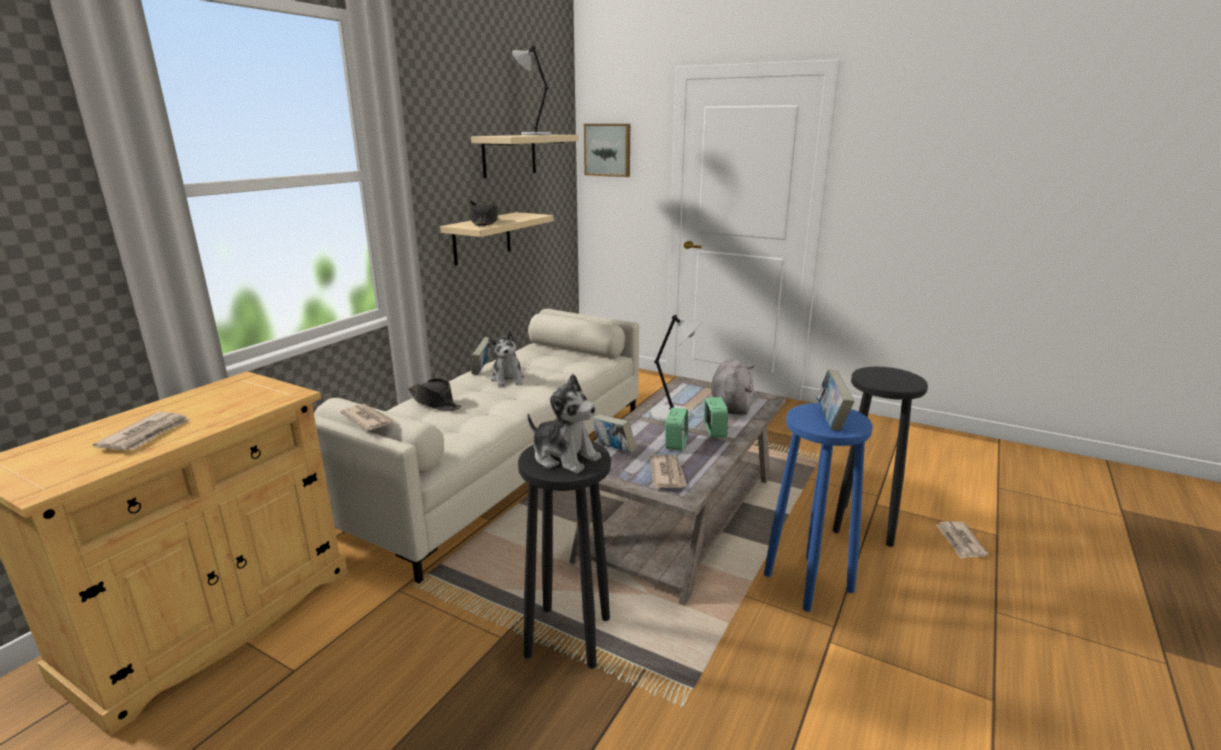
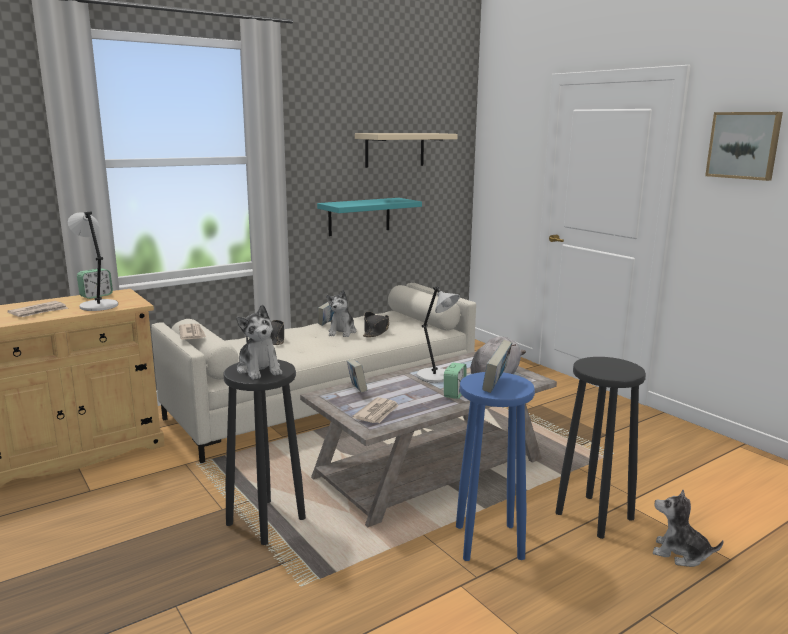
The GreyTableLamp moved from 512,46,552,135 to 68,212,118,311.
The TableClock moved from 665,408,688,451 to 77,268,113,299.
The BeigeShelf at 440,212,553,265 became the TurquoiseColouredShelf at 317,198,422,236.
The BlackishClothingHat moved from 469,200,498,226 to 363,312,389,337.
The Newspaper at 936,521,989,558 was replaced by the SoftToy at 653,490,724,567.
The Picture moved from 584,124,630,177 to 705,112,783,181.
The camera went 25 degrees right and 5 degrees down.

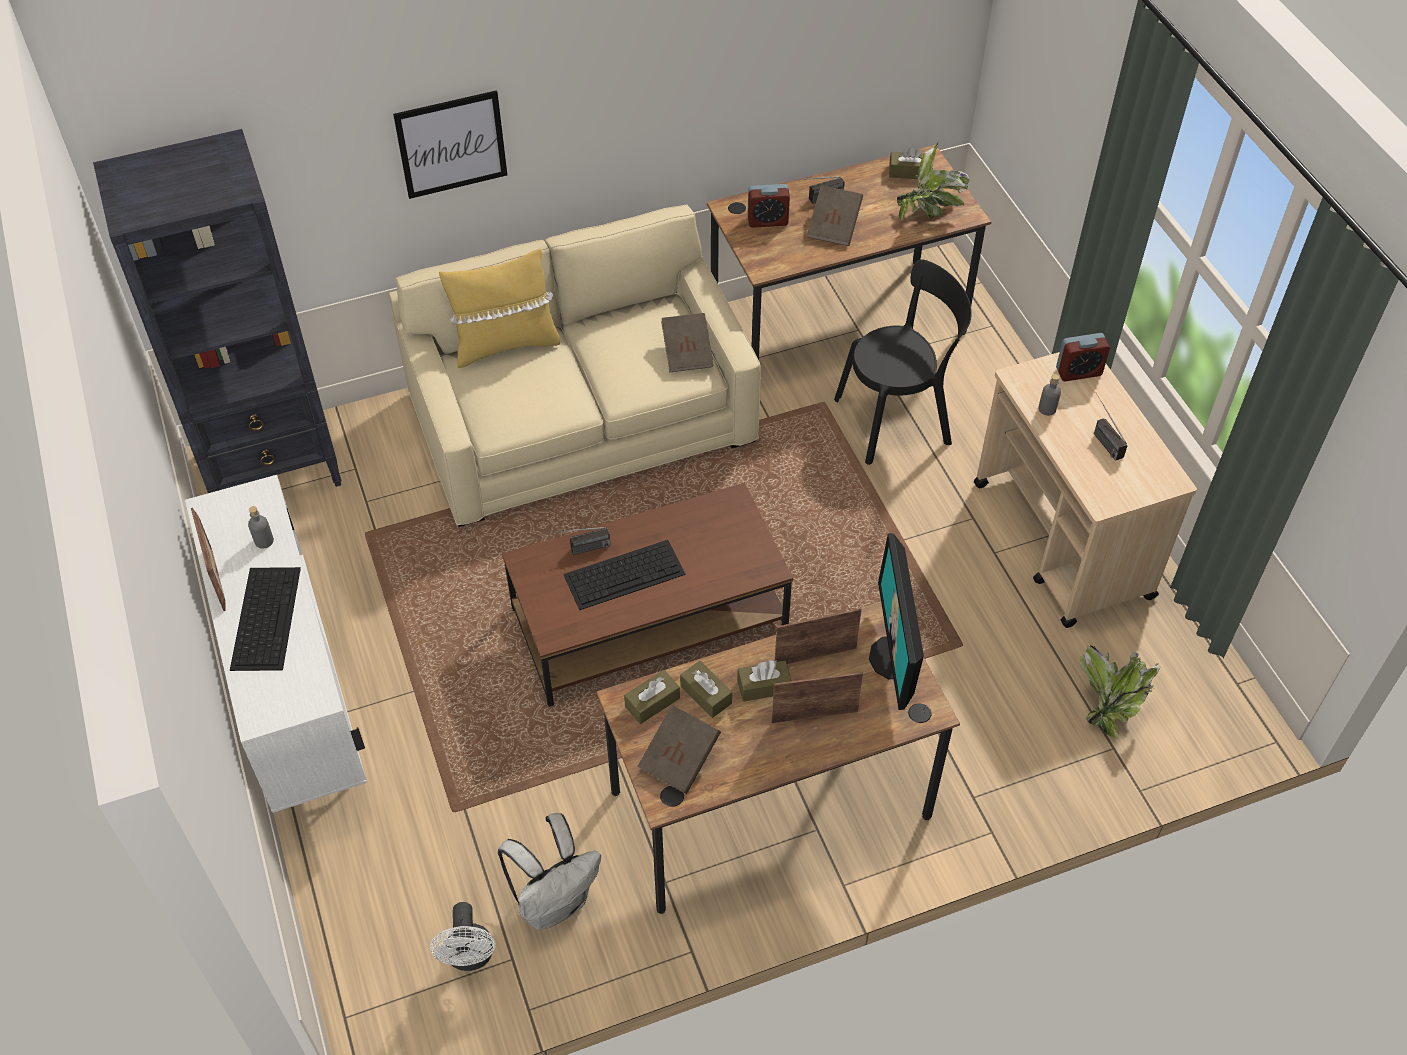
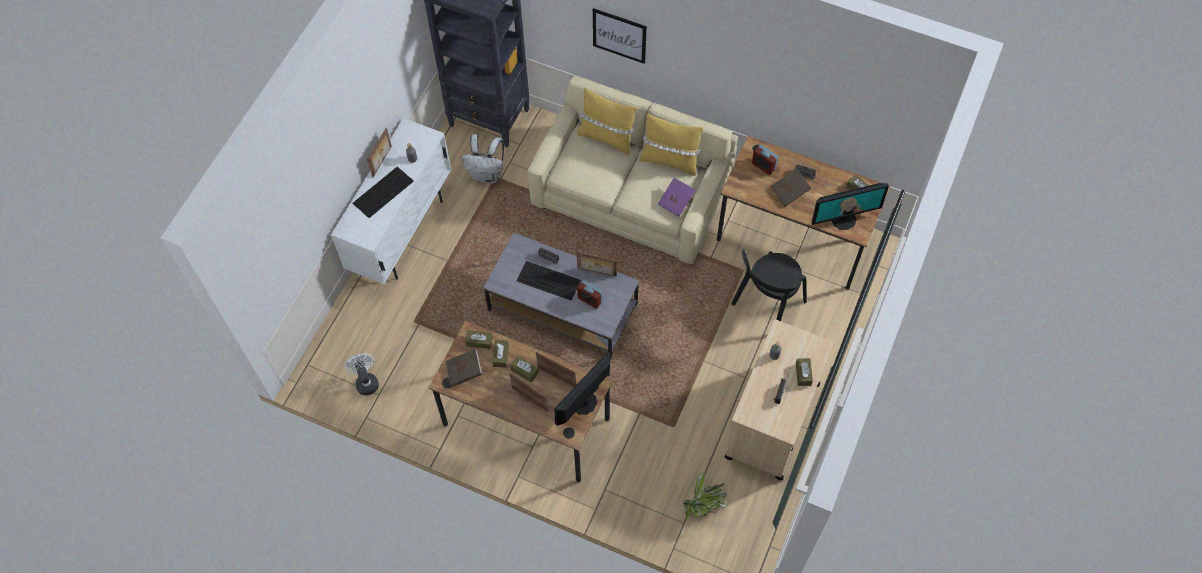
The WhiteFan at 430,902,495,971 turned 120 degrees clockwise.
The WhiteBackpack moved from 498,813,601,930 to 462,134,504,183.
The BrownLoungeTable at 502,482,793,707 became the GreyLoungeTable at 483,232,639,359.
The PictureFrame at 577,252,617,277 appeared.
The TableClock moved from 1056,333,1110,381 to 577,280,603,309.
The YellowishCushion at 639,113,703,176 appeared.
The BrownBoundBook at 661,313,714,372 became the PurplishBoundBook at 658,178,695,217.
The BlackishPlainChair at 834,259,972,465 turned 105 degrees clockwise.
The BrownBoxOfTissues at 796,358,813,386 appeared.
The PlantInAPot at 897,142,970,220 was replaced by the ComputerScreen at 811,183,889,230.
The camera went 45 degrees right and 10 degrees up.

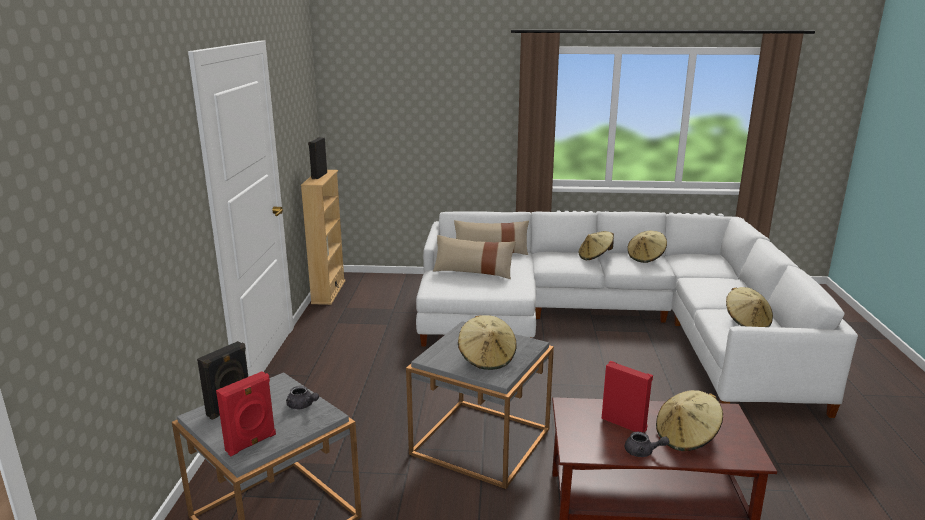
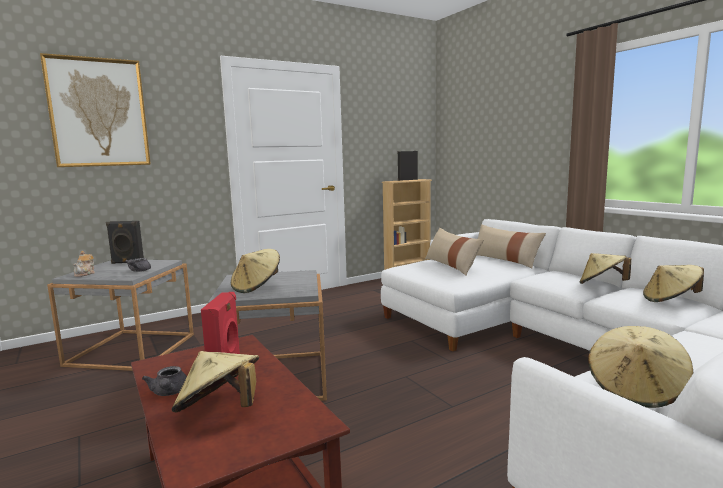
The Picture at 40,53,151,167 appeared.
The ReddishSpeaker at 216,371,276,457 was replaced by the TeaPot at 73,251,95,277.
The camera went 55 degrees right and 10 degrees down.

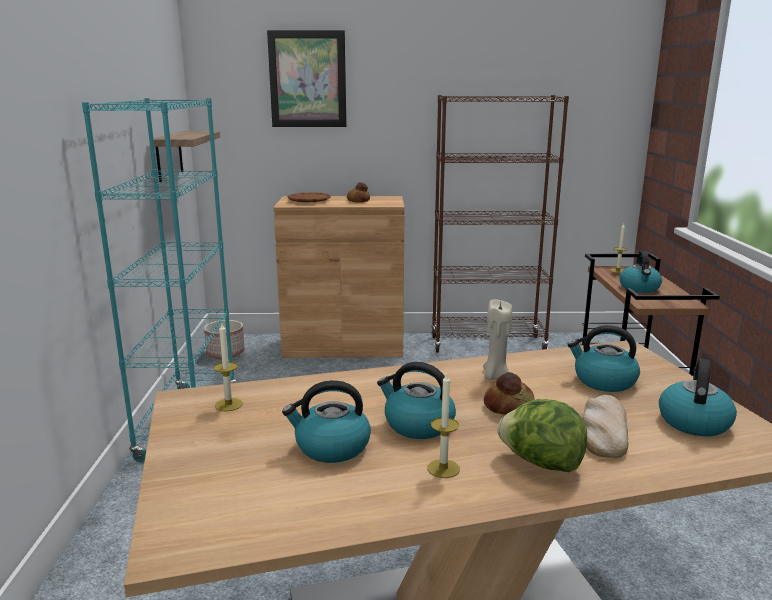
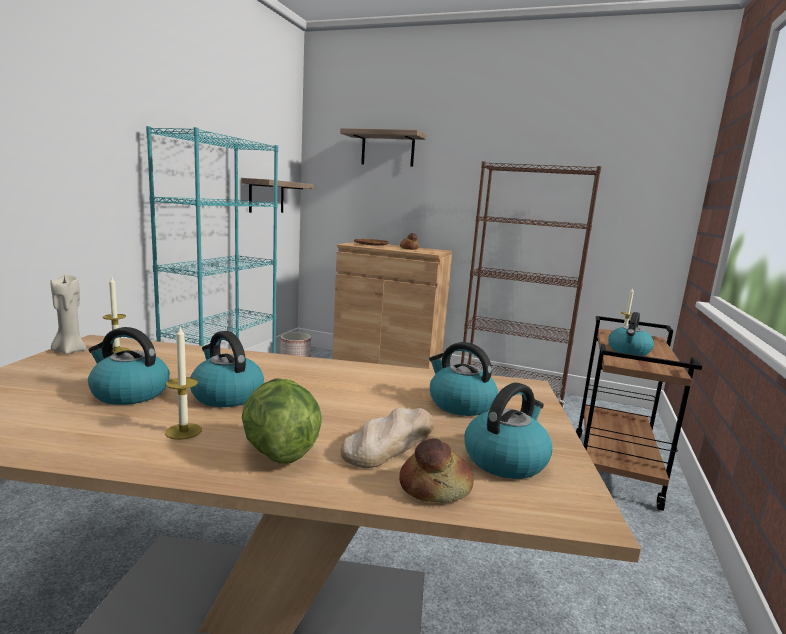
The BeigeCandle moved from 483,299,512,380 to 51,275,86,354.
The Picture at 267,30,347,127 was replaced by the Shelf at 340,128,426,167.
The BakedBread moved from 484,372,535,414 to 399,438,473,502.
The camera went 20 degrees right and 5 degrees down.

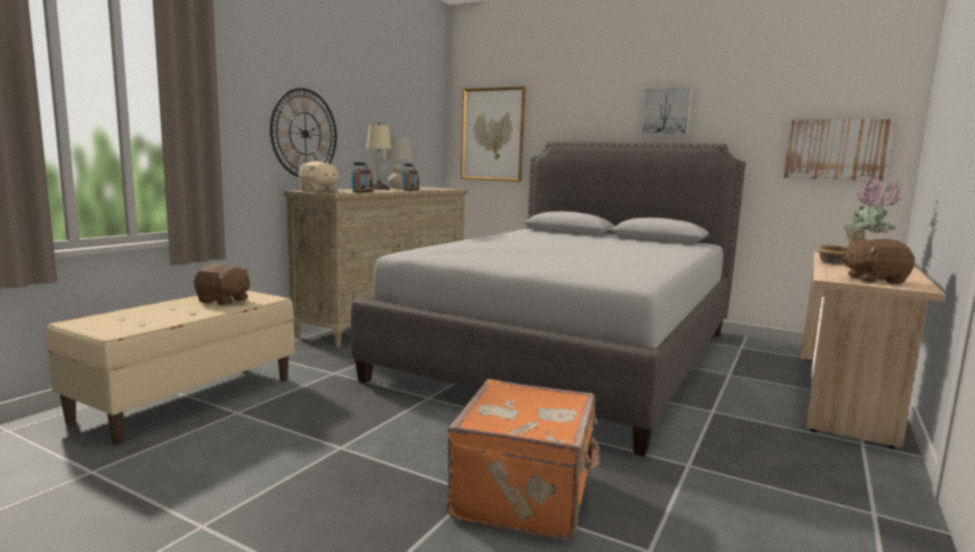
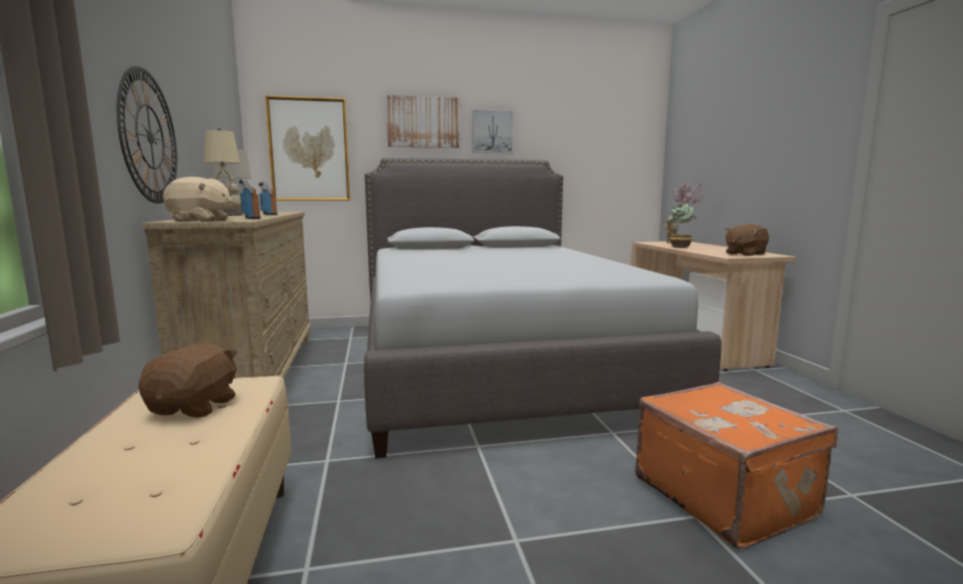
The BrownSoftToy at 194,264,250,306 turned 60 degrees counterclockwise.
The Picture moved from 784,119,895,181 to 386,95,460,148.
The camera went 40 degrees left and 0 degrees up.

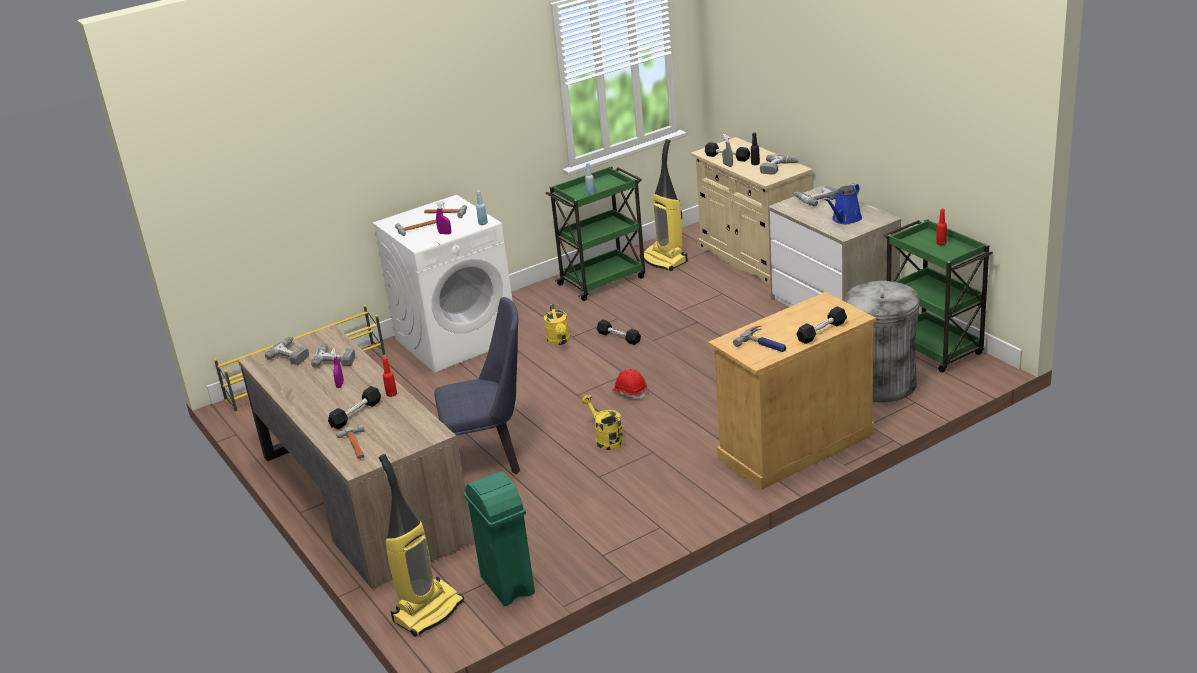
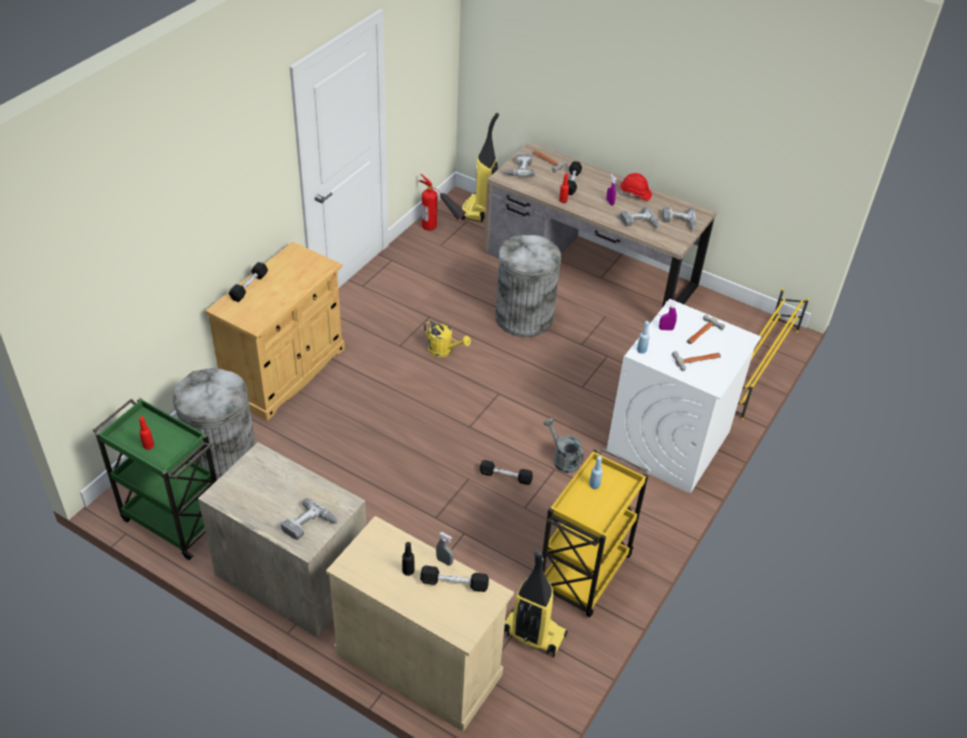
The GreenColouredWasteBin at 464,471,535,606 was replaced by the FireExtinguisher at 419,174,466,231.
The BlueColouredPlainChair at 434,297,520,474 was replaced by the GreyWasteBin at 495,235,561,337.
The ElectricDrill moved from 760,155,799,175 to 503,154,535,177.
The GreenColouredCart at 545,166,645,301 became the YellowishCart at 542,448,648,617.
The YellowishSprinklingCan at 544,304,570,345 became the GreySprinklingCan at 544,418,584,473.
The ReddishHardHat moved from 612,369,647,399 to 619,173,652,201.
The Hammer at 733,326,786,352 disappeared.
The BlueColouredSprinklingCan at 825,183,862,224 disappeared.
The camera went 150 degrees right and 15 degrees up.

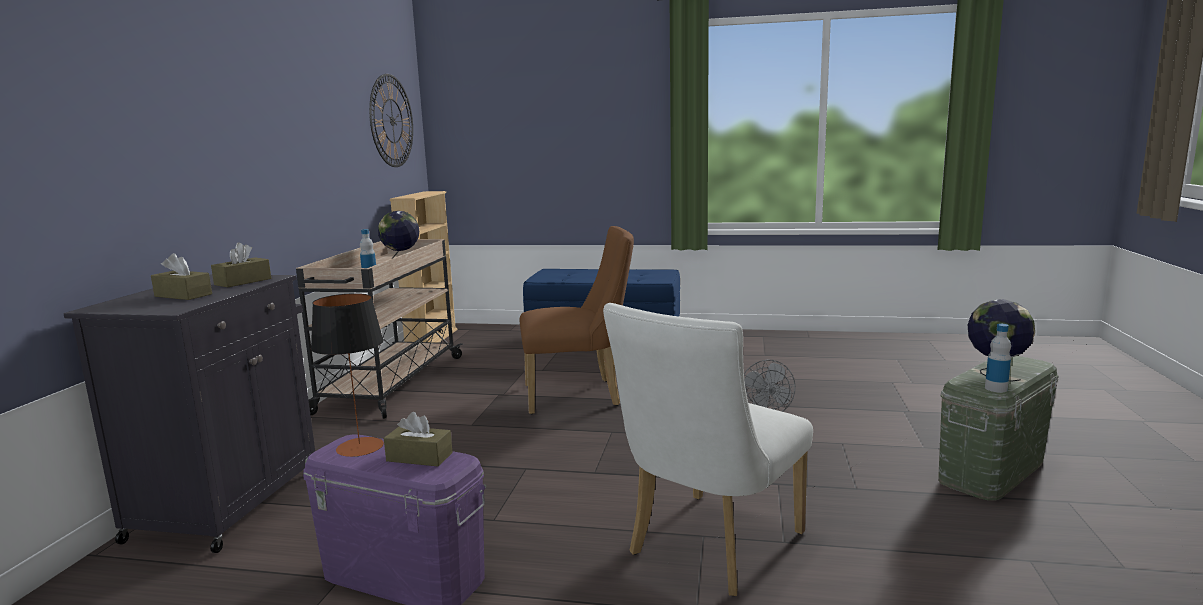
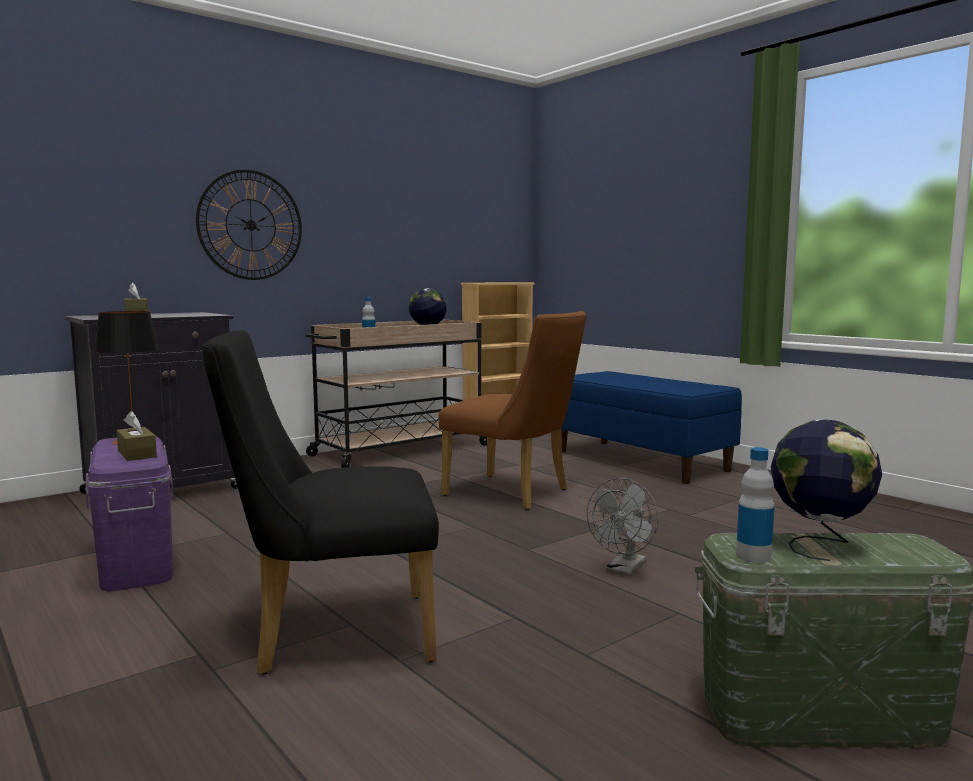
The WallClock moved from 369,74,413,167 to 196,169,302,280.
The WhitePlainChair at 603,303,813,596 became the BlackishPlainChair at 202,330,439,675.
The BrownBoxOfTissues at 211,242,271,287 disappeared.
The camera went 40 degrees right and 5 degrees down.

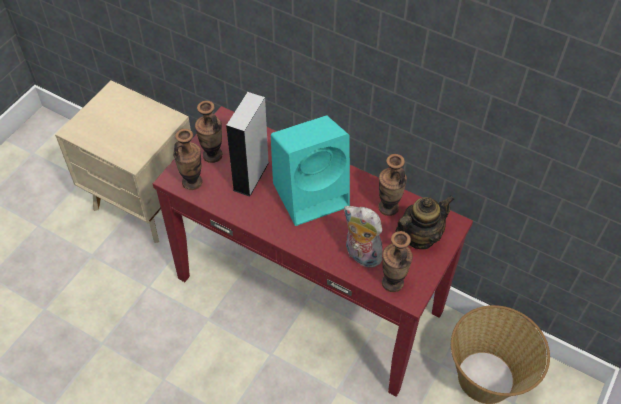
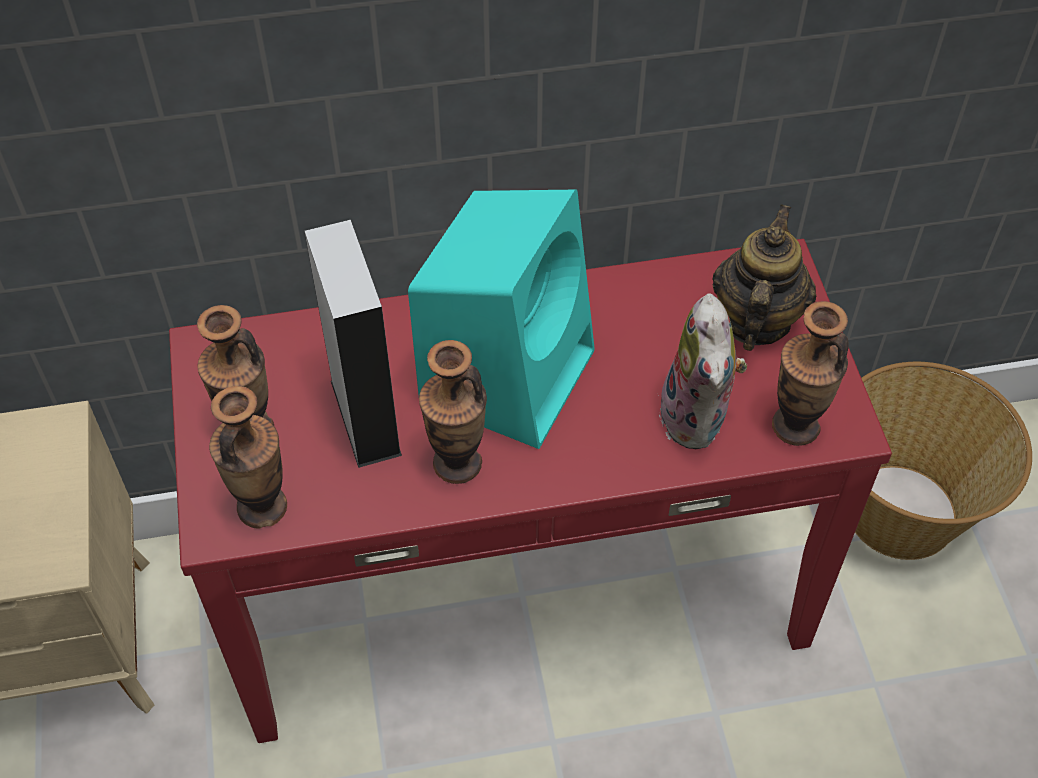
The DecorativeVase moved from 378,154,407,216 to 419,340,487,484.
The SoftToy at 344,206,383,268 turned 90 degrees counterclockwise.
The camera went 40 degrees left and 0 degrees up.

